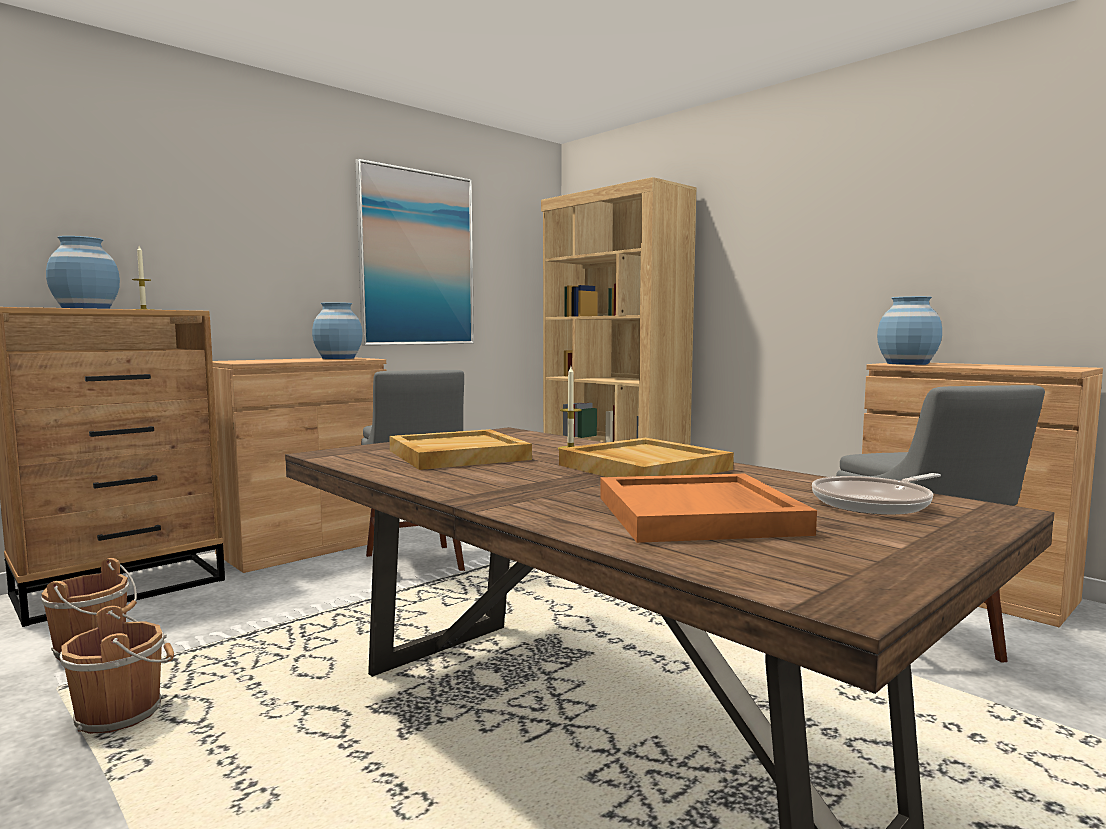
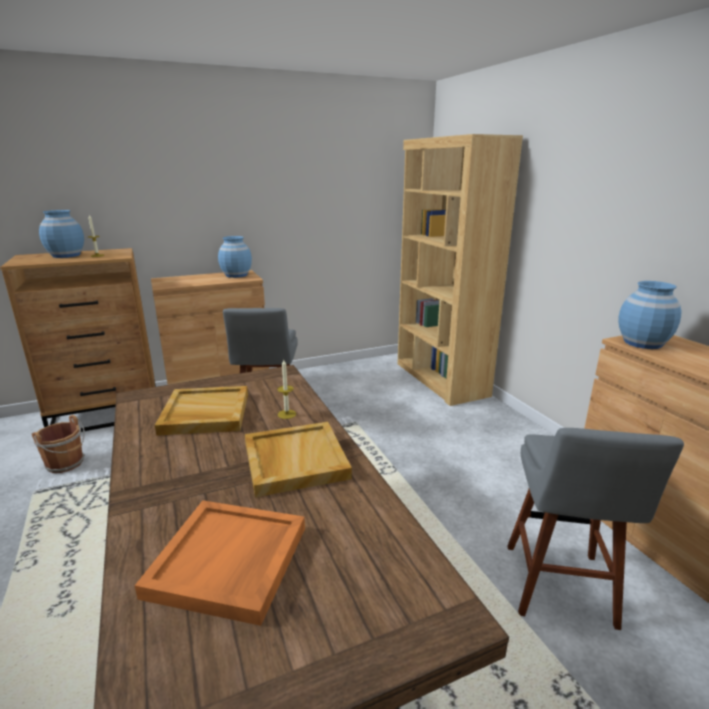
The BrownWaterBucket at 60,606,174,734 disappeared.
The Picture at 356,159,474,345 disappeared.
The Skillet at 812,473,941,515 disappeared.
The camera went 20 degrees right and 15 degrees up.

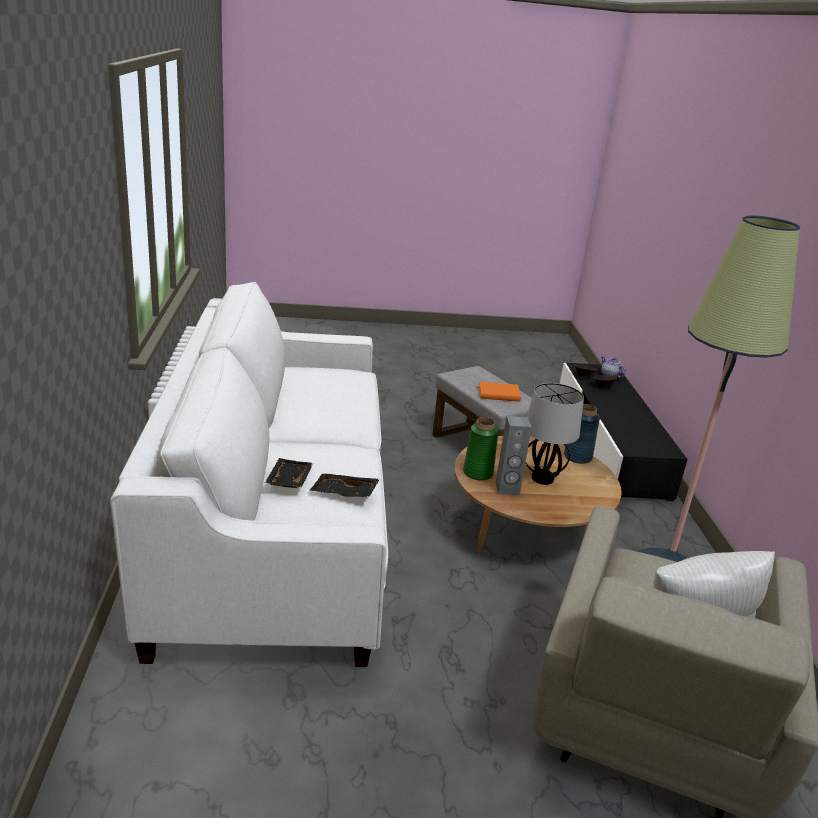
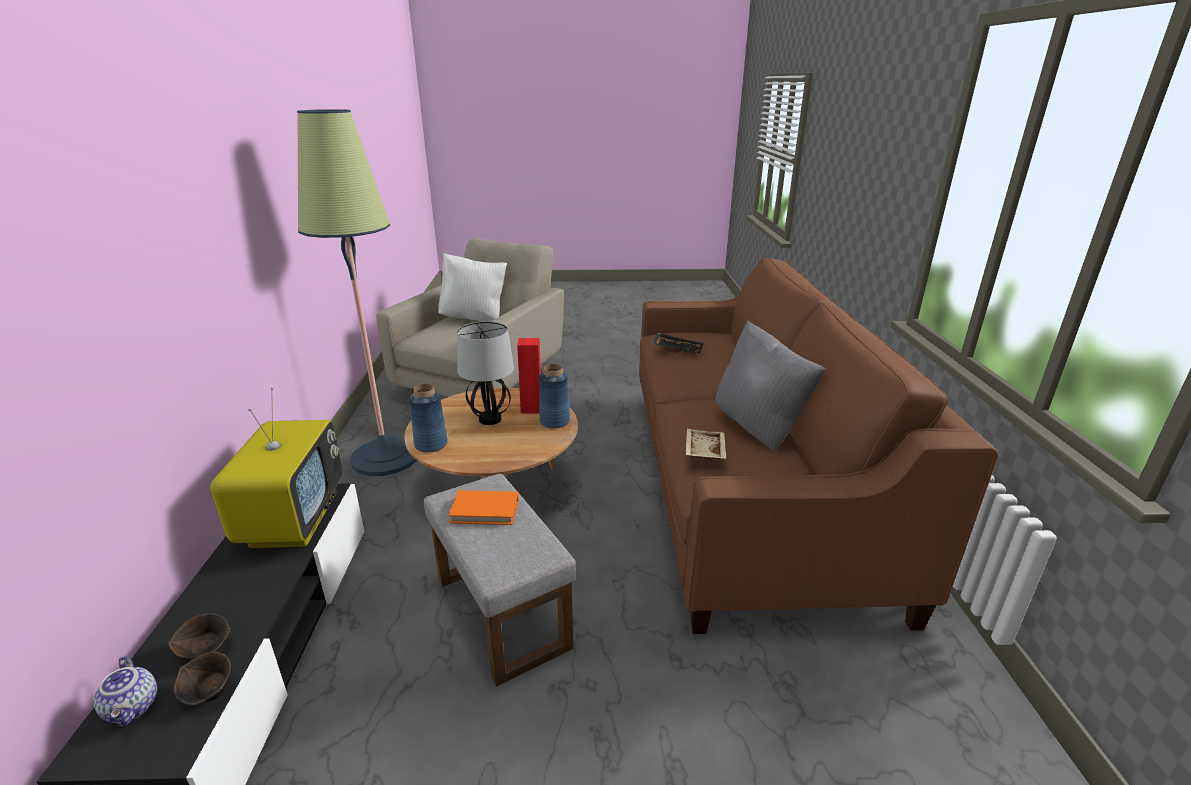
The TvSet at 210,387,343,548 appeared.
The GreySpeaker at 495,416,532,495 became the ReddishSpeaker at 517,338,541,413.
The GreenColouredDecorativeVase at 463,417,499,481 became the BlueColouredDecorativeVase at 539,364,570,428.
The WhiteSofa at 110,282,388,667 became the BrownSofa at 639,257,999,634.
The BeigeTray at 685,429,726,460 appeared.
The GreyCushion at 715,320,826,450 appeared.
The BlackishTray at 265,458,313,488 disappeared.
The camera went 175 degrees left and 0 degrees up.

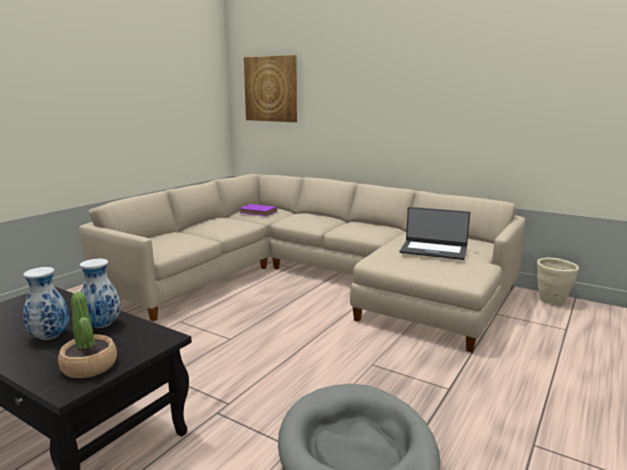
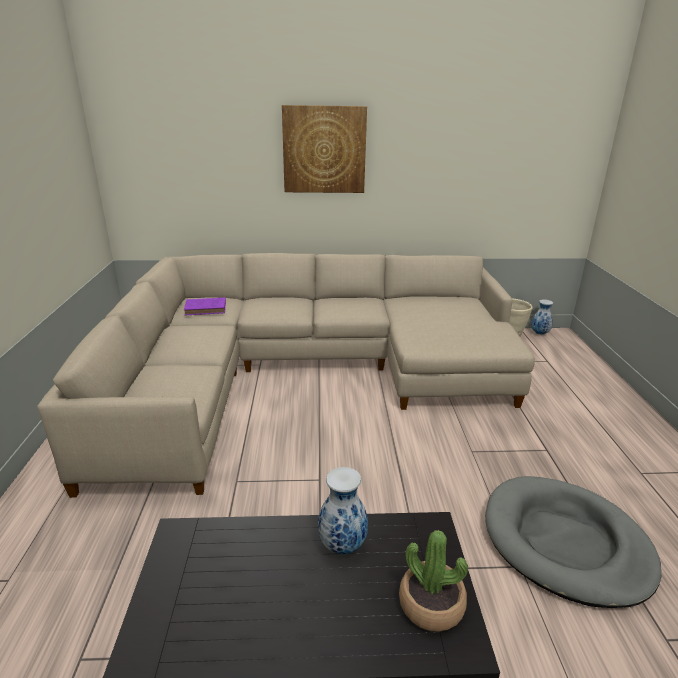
The Picture moved from 244,55,297,122 to 282,105,367,193.
The DecorativeVase moved from 23,267,69,340 to 531,299,553,335.
The Laptop at 399,207,470,260 disappeared.
The camera went 35 degrees left and 10 degrees up.

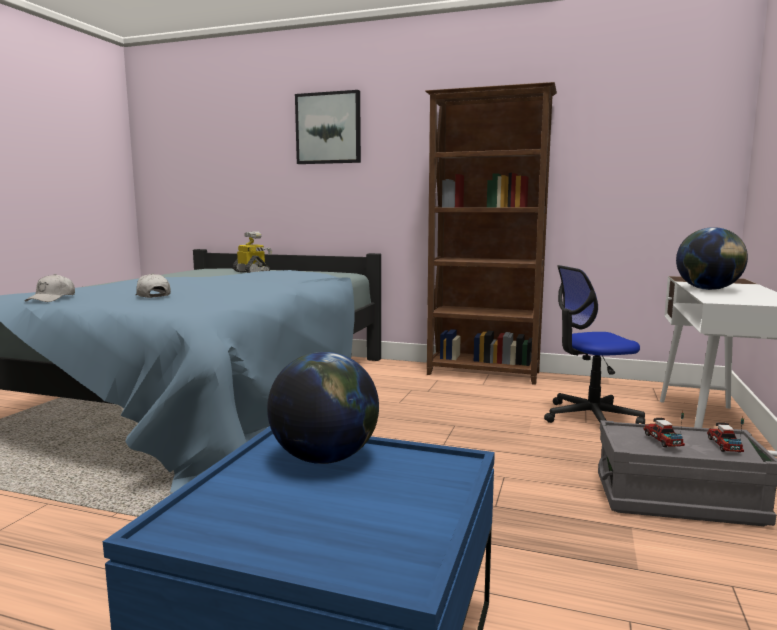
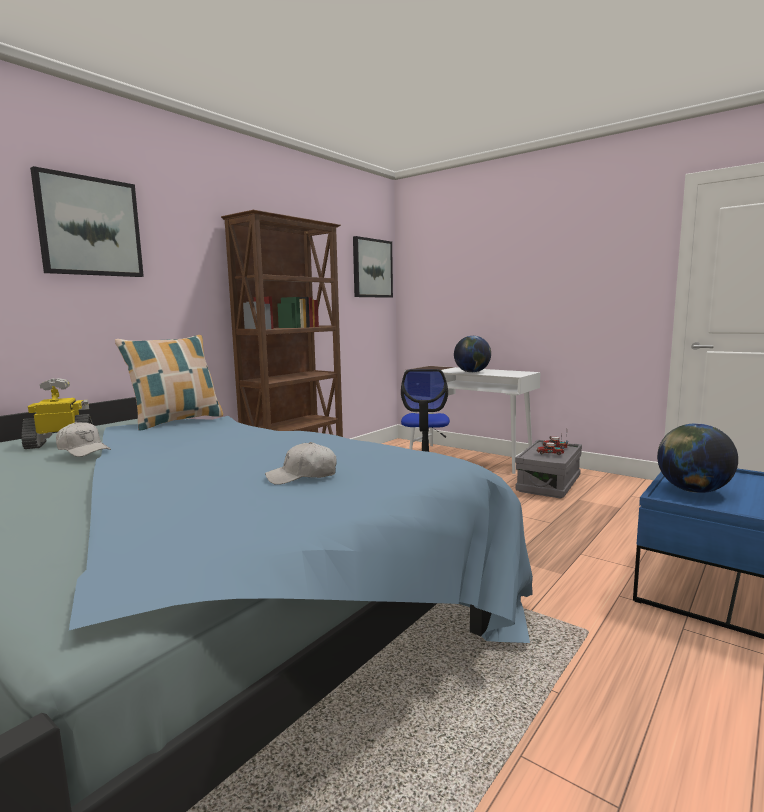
The WhiteCap moved from 25,274,75,302 to 56,422,111,457.
The Cushion at 115,335,223,431 appeared.
The Picture at 353,236,393,298 appeared.
The camera went 70 degrees left and 0 degrees up.

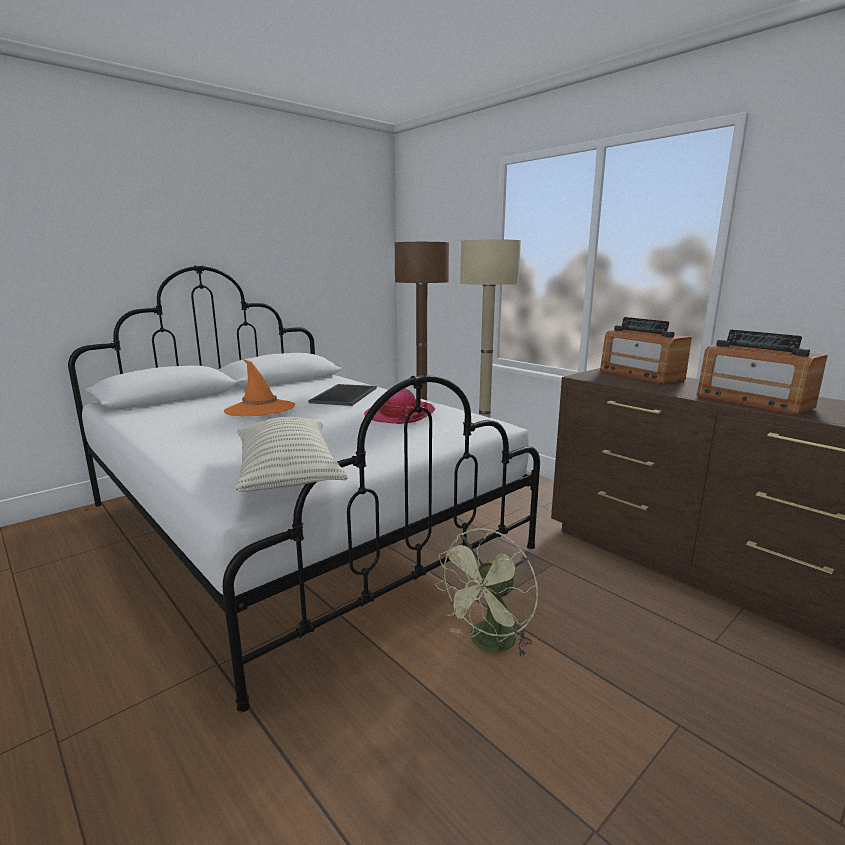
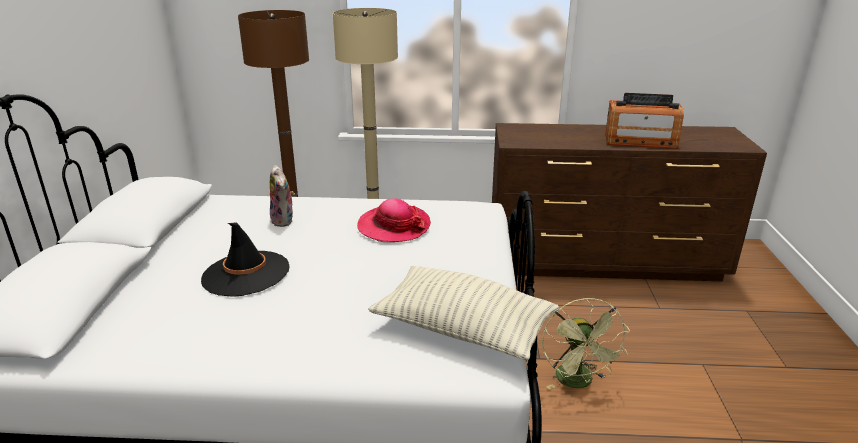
The OrangeColouredClothingHat at 224,359,295,416 became the BlackishClothingHat at 201,222,290,297.
The Tray at 308,384,377,406 was replaced by the SoftToy at 270,165,294,227.
The RadioSet at 600,317,692,384 disappeared.
The camera went 45 degrees left and 10 degrees up.

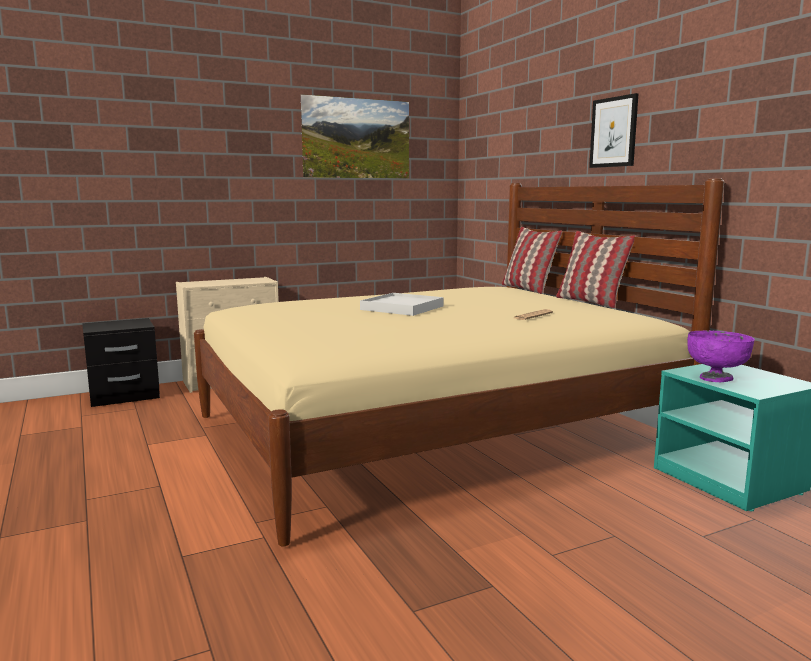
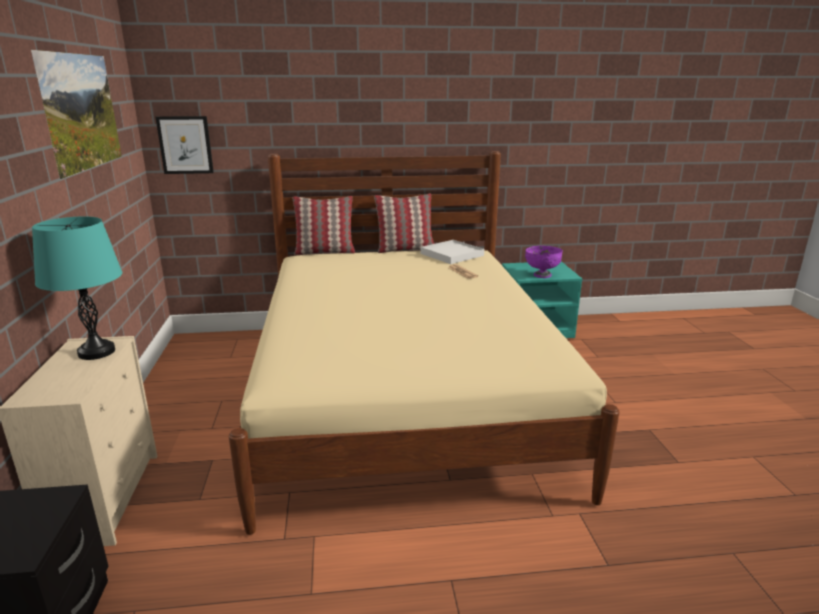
The TurquoiseColouredTableLamp at 32,216,122,360 appeared.
The Picture moved from 589,93,639,168 to 156,116,214,174.
The WhiteTray moved from 360,293,444,316 to 420,240,484,264.
The camera went 70 degrees left and 10 degrees up.

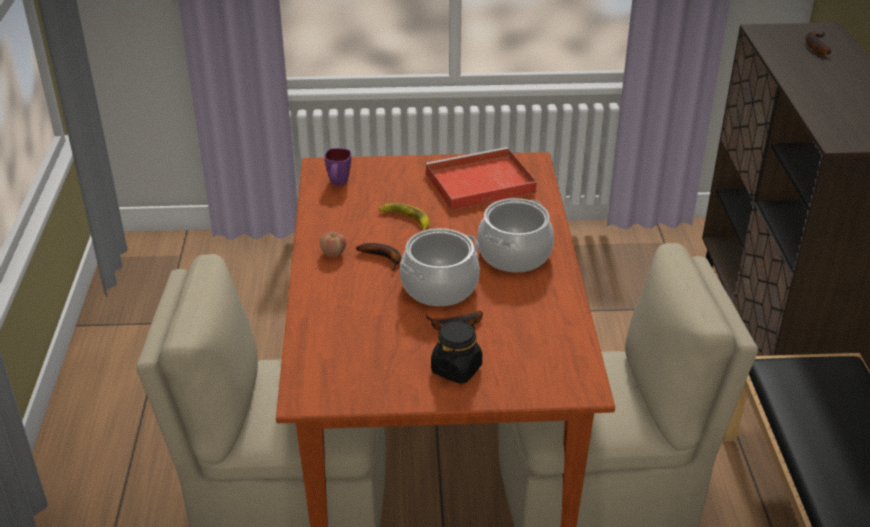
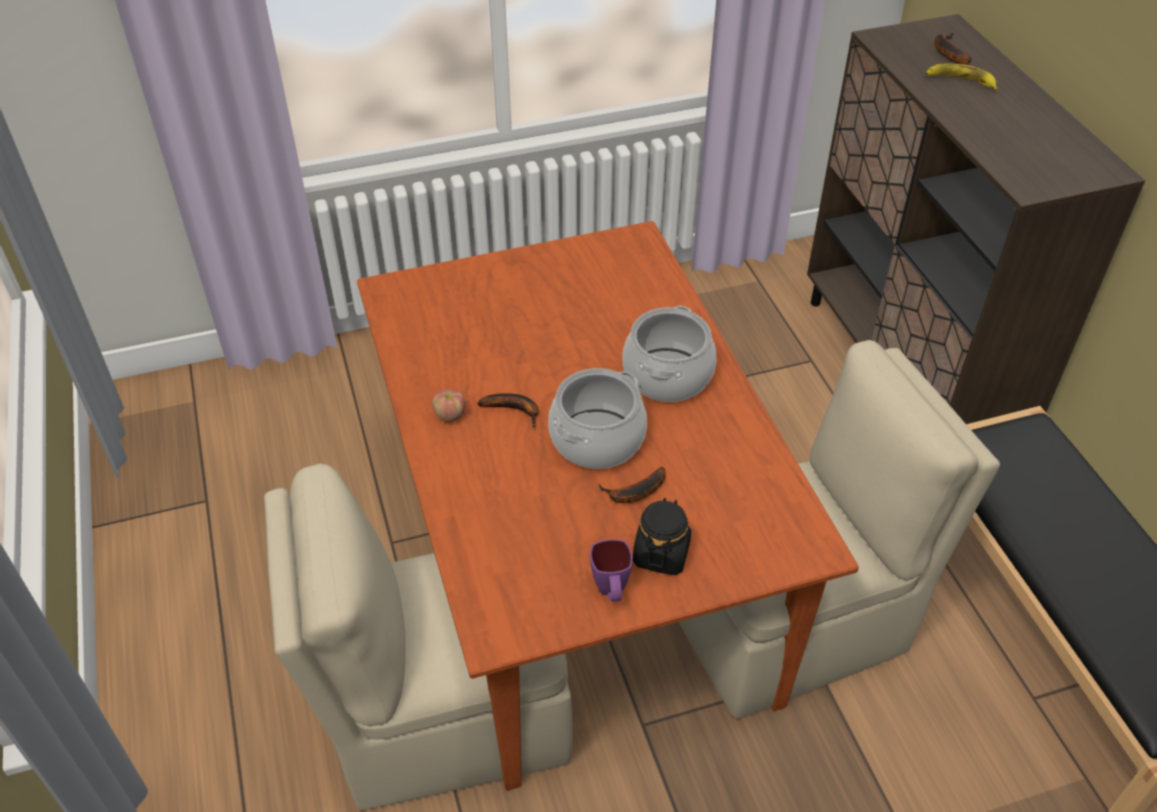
The PurplishTeaMug moved from 324,148,351,186 to 590,539,633,602.
The Banana moved from 379,203,430,231 to 925,63,998,91.
The ReddishTray at 425,147,537,210 disappeared.
The camera went 15 degrees left and 10 degrees up.

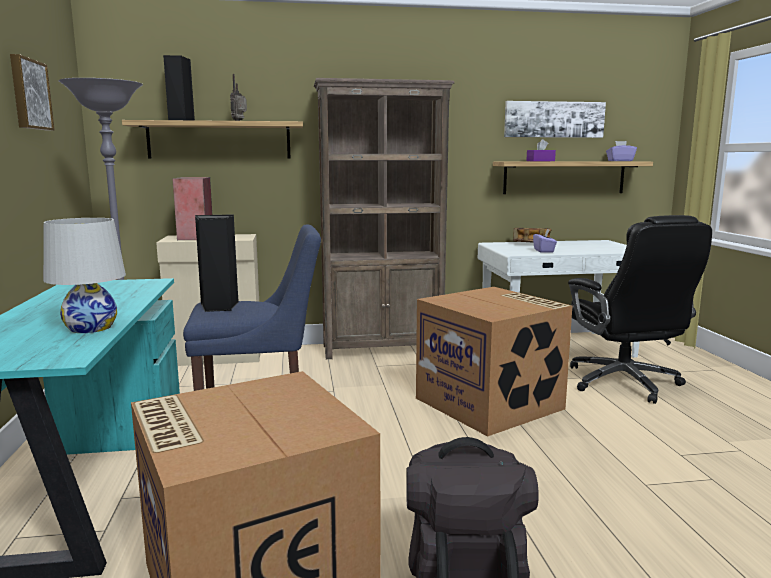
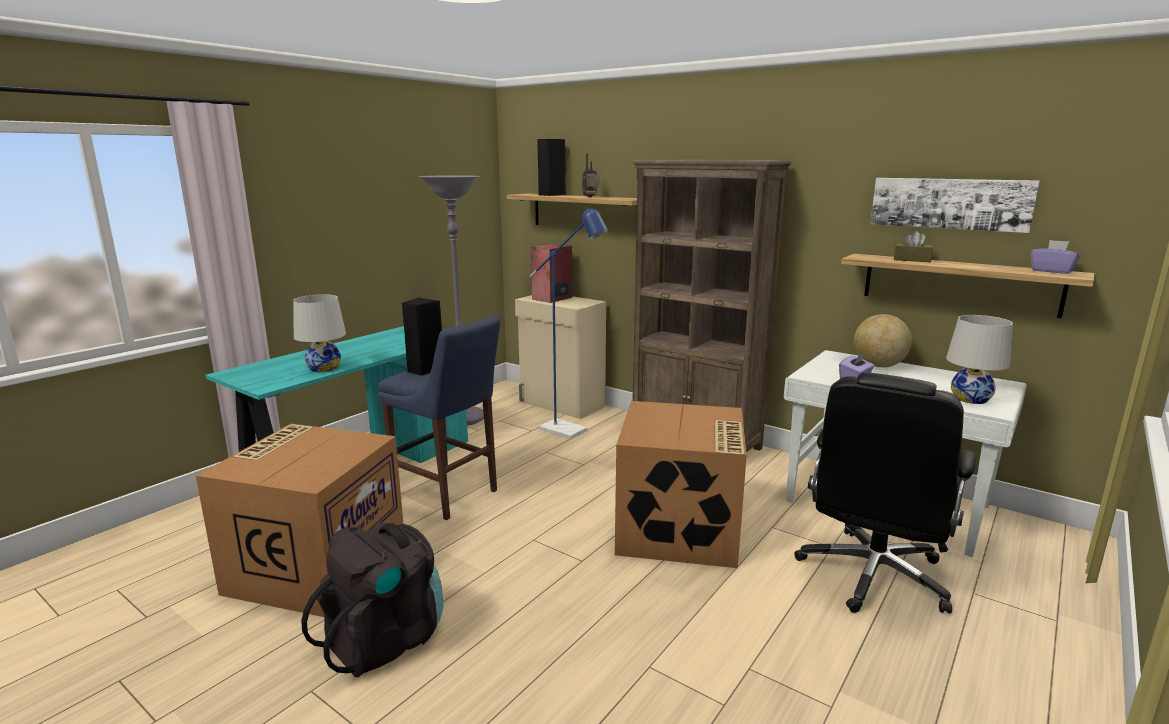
The BlueColouredStandardLamp at 530,207,608,439 appeared.
The BoundBook at 513,228,552,242 was replaced by the WorldGlobe at 854,314,912,367.
The PurplishBoxOfTissues at 526,139,556,161 became the BrownBoxOfTissues at 894,231,933,262.
The WhiteTableLamp at 946,315,1013,404 appeared.
The Picture at 10,54,55,131 disappeared.
The camera went 45 degrees right and 5 degrees up.

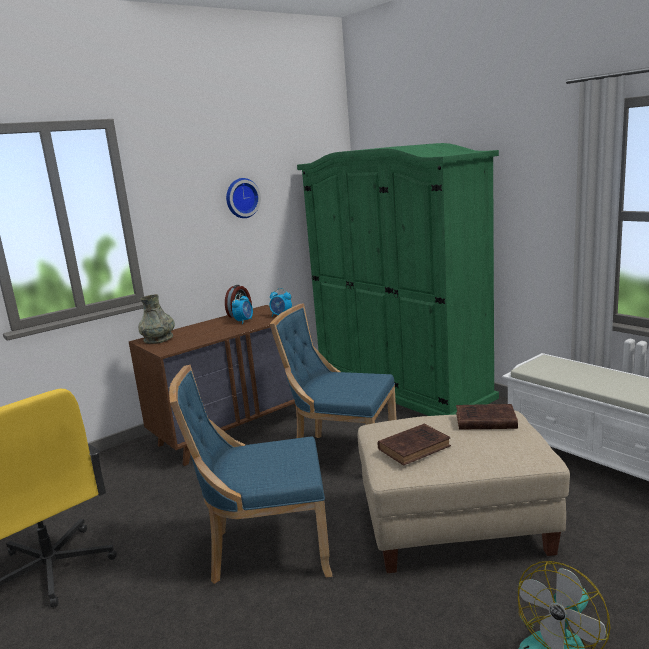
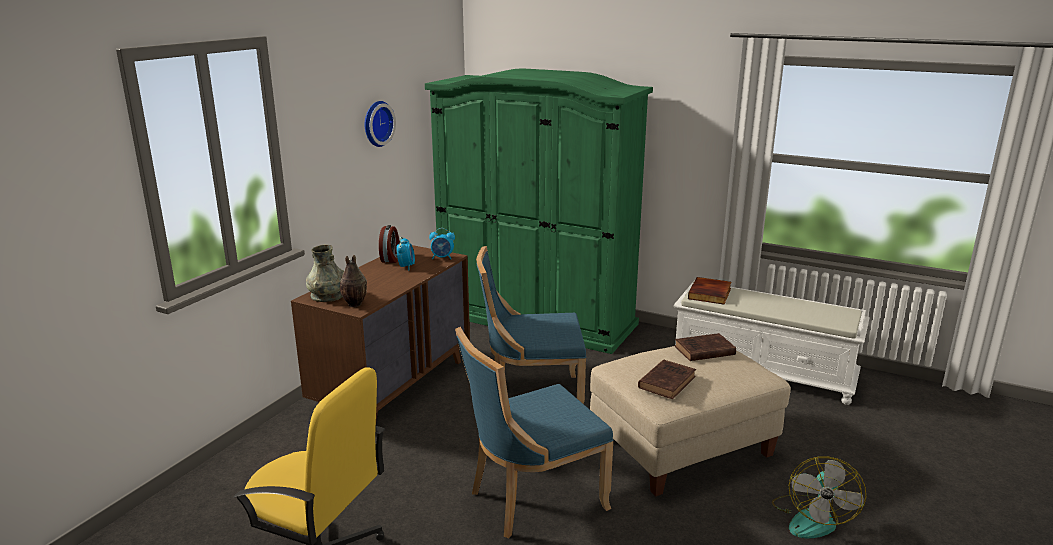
The DecorativeVase at 340,255,367,307 appeared.
The BoundBook at 688,277,731,305 appeared.
The camera went 25 degrees left and 5 degrees up.

